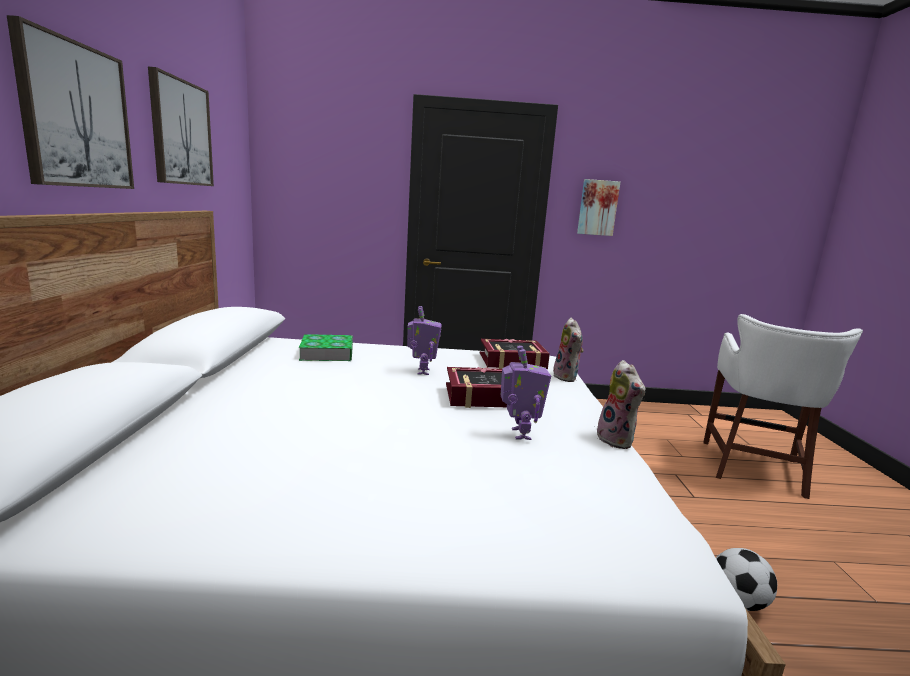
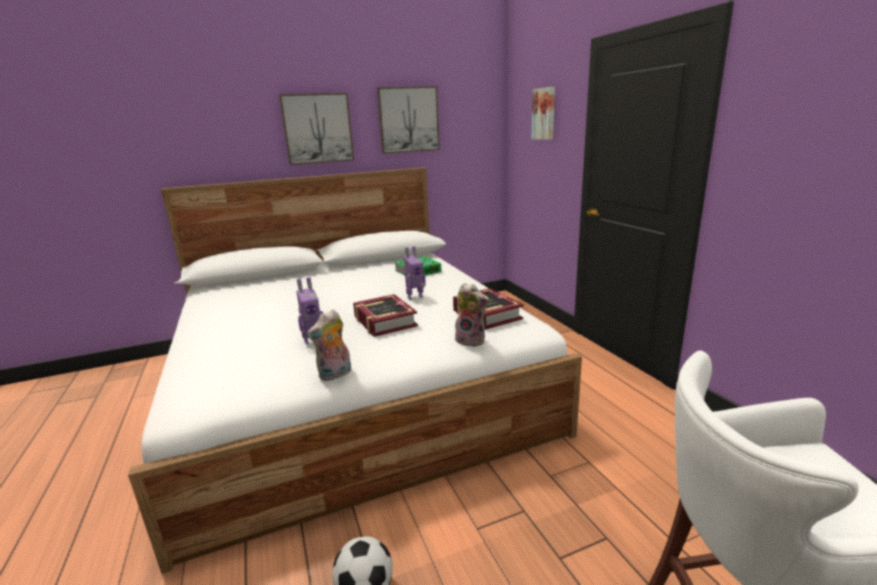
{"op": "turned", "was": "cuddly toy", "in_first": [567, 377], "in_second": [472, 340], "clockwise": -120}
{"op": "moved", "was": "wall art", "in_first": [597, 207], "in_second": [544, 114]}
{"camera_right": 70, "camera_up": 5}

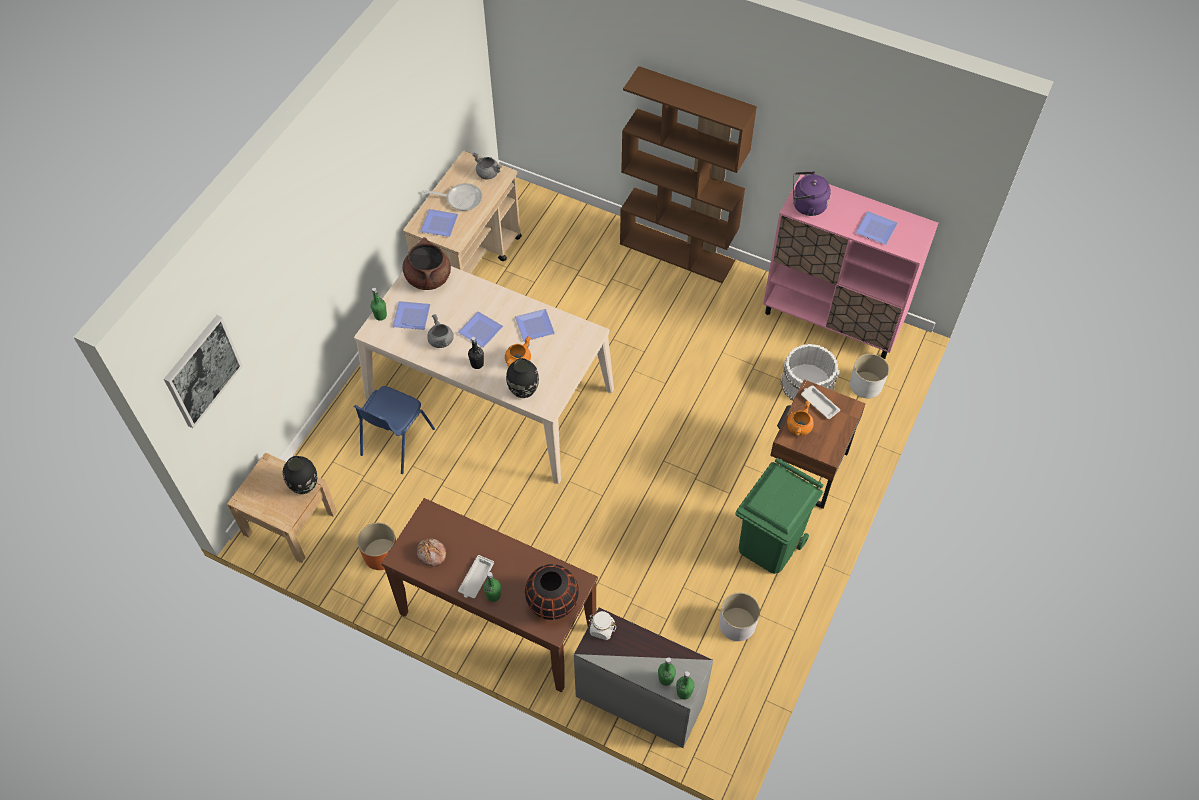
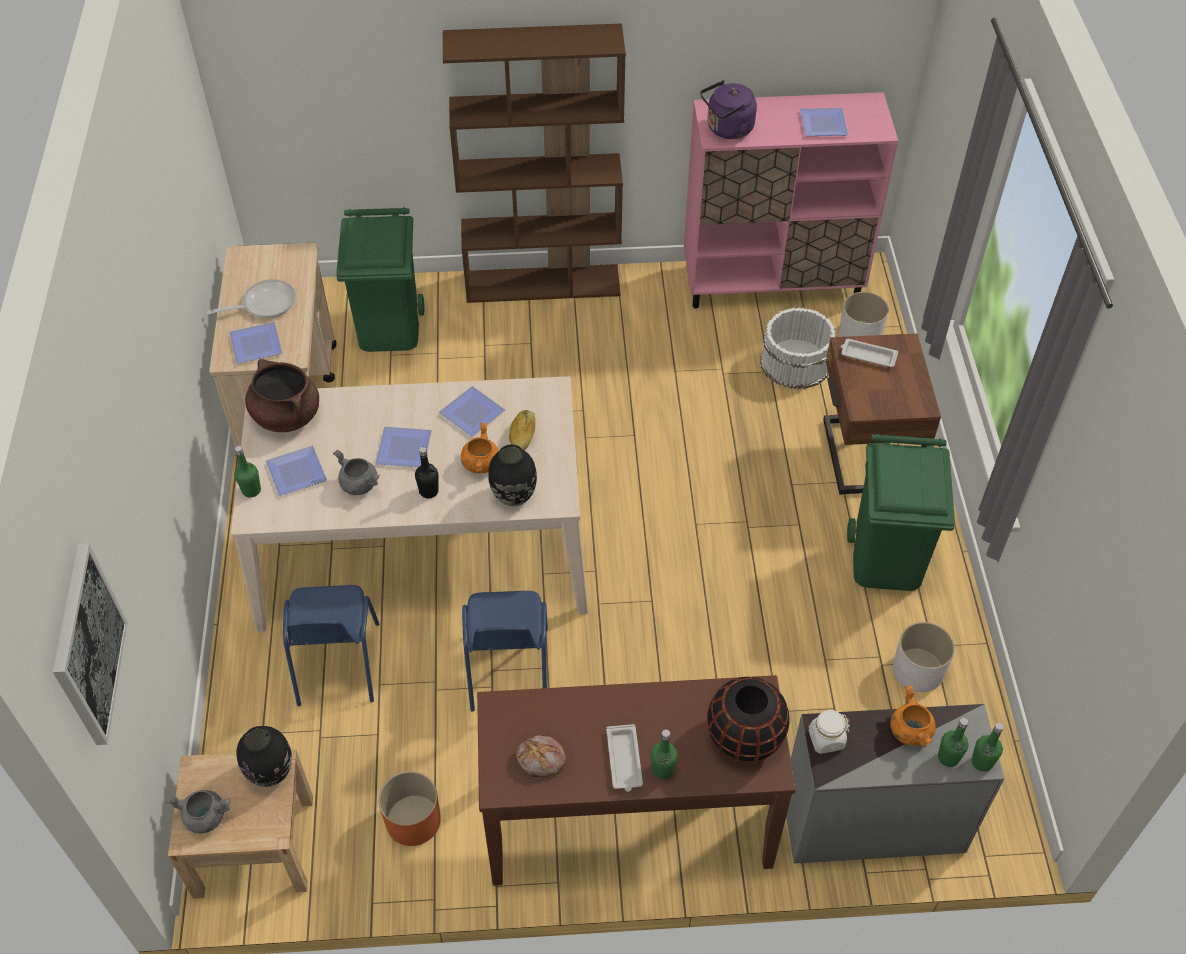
{"op": "moved", "was": "saucepot in gray", "in_first": [487, 174], "in_second": [205, 817]}
{"op": "moved", "was": "saucepot in orange", "in_first": [798, 427], "in_second": [910, 731]}
{"op": "added", "now": "rubbish bin in green", "in_second": [389, 329]}
{"op": "added", "now": "upright chair in blue", "in_second": [507, 670]}
{"op": "added", "now": "bread", "in_second": [523, 435]}
{"camera_right": -30, "camera_up": -5}

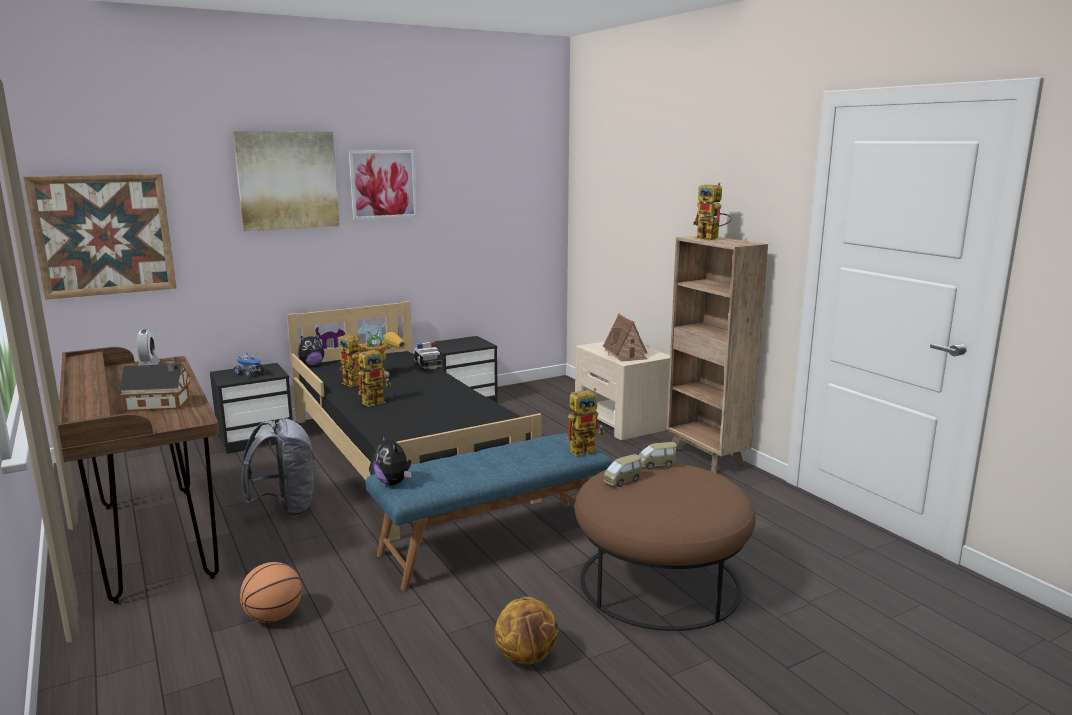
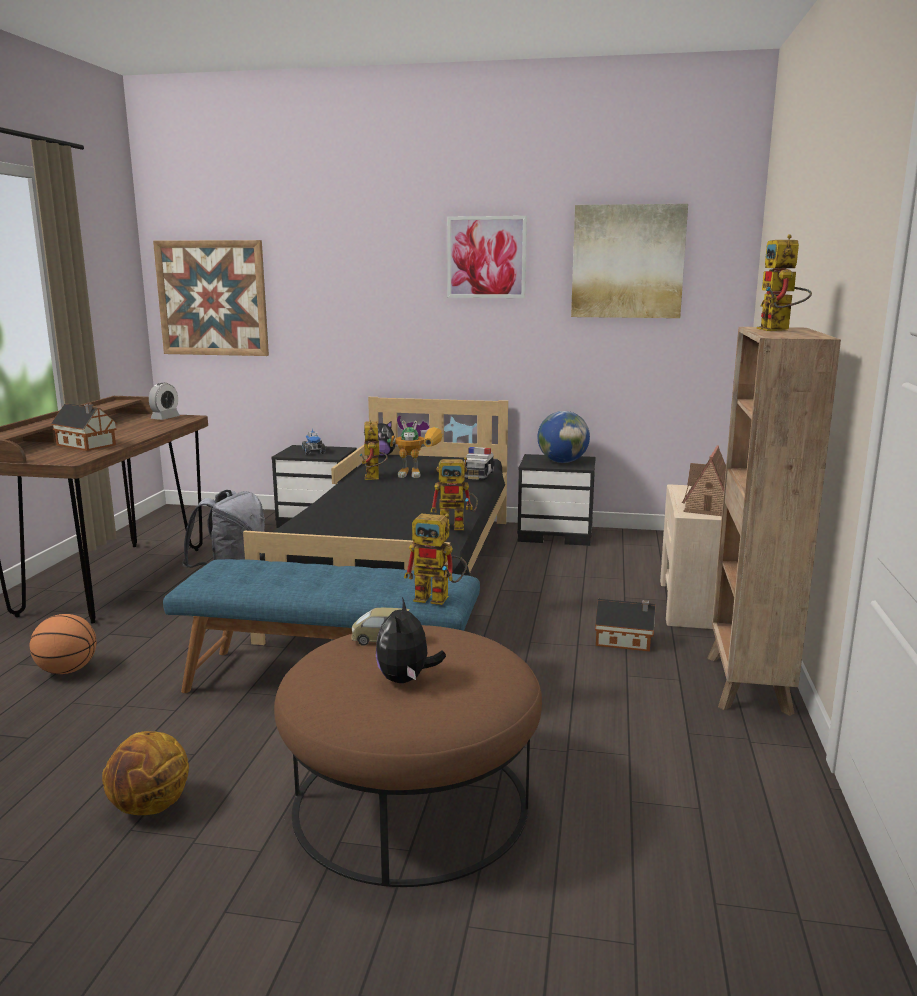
{"op": "moved", "was": "wall art", "in_first": [287, 180], "in_second": [627, 261]}
{"op": "moved", "was": "toy robot", "in_first": [377, 401], "in_second": [458, 526]}
{"op": "moved", "was": "cuddly toy", "in_first": [394, 483], "in_second": [406, 680]}
{"op": "removed", "was": "model car", "in_first": [656, 465]}
{"op": "added", "now": "world globe", "in_second": [562, 462]}
{"op": "added", "now": "model house", "in_second": [626, 641]}
{"camera_right": 40, "camera_up": 0}

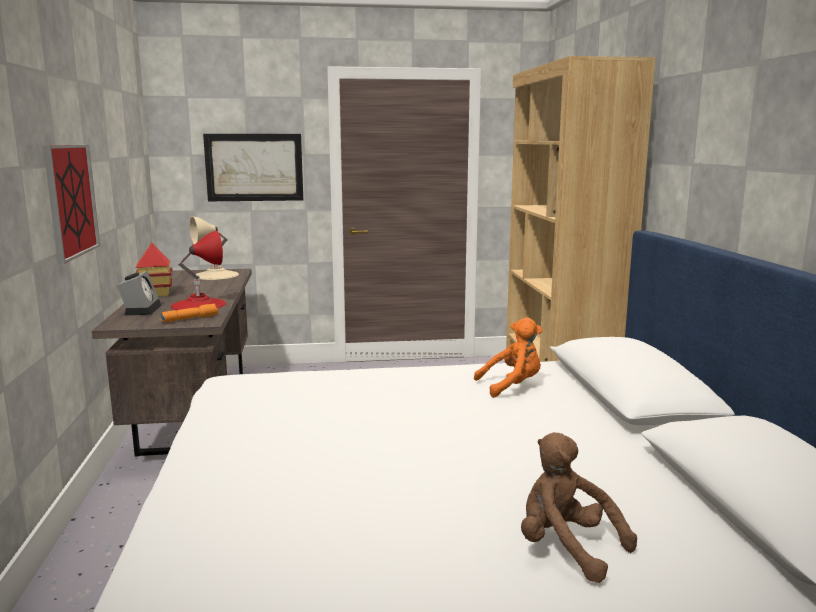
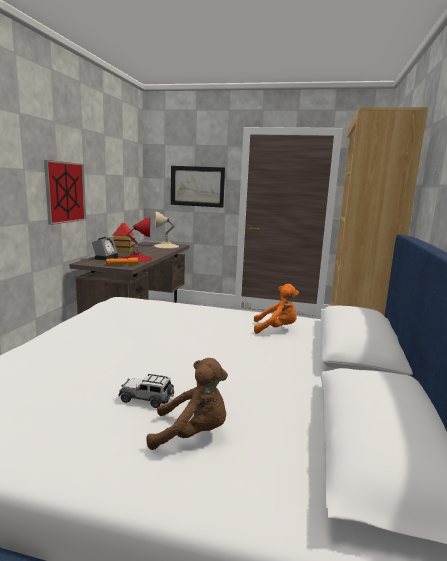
{"op": "turned", "was": "cuddly toy in brown", "in_first": [566, 548], "in_second": [192, 434], "clockwise": 120}
{"op": "added", "now": "model car", "in_second": [147, 399]}
{"camera_right": 20, "camera_up": 0}

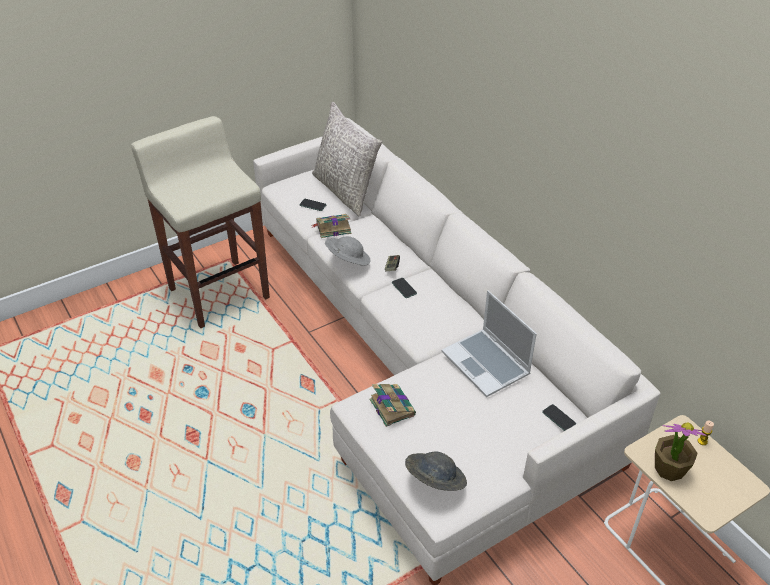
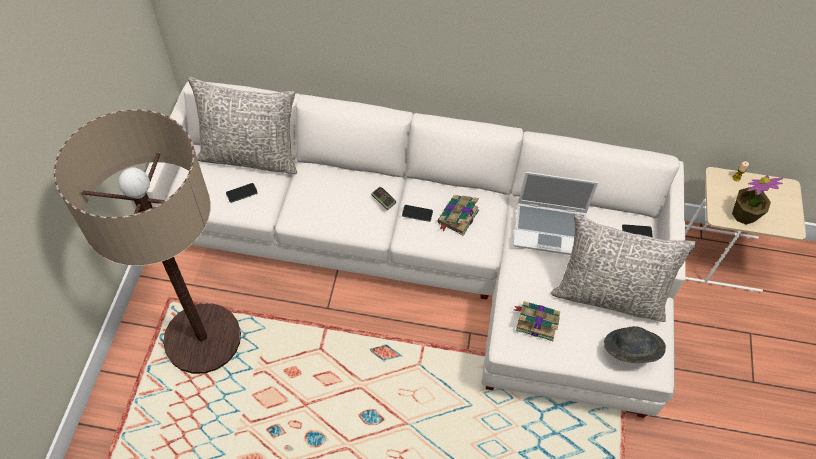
{"op": "replaced", "was": "stool in beige-coloured", "now": "standing lamp", "in_first": [218, 292], "in_second": [203, 339]}
{"op": "moved", "was": "book", "in_first": [332, 228], "in_second": [457, 217]}
{"op": "removed", "was": "clothing hat in gray", "in_first": [347, 260]}
{"op": "added", "now": "cushion in gray", "in_second": [608, 294]}
{"camera_right": -50, "camera_up": 15}

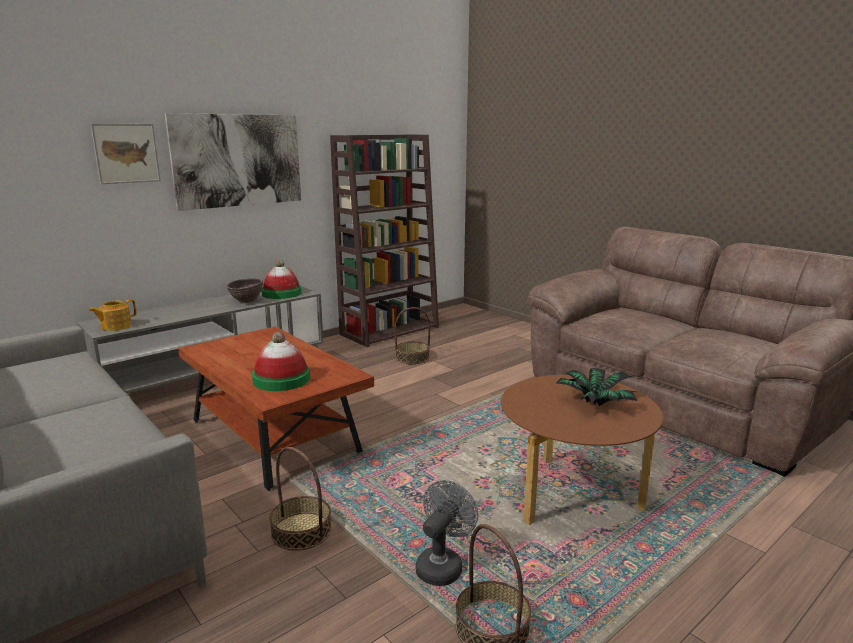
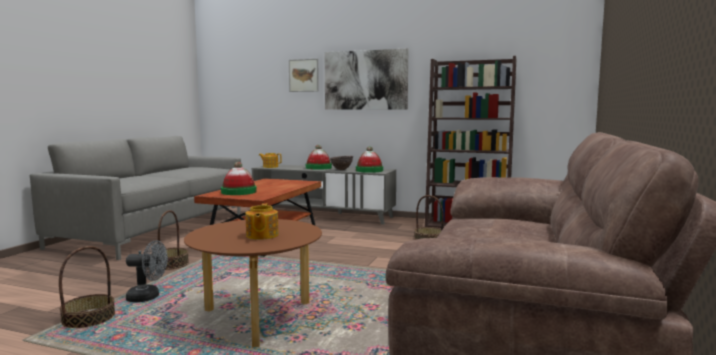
{"op": "replaced", "was": "potted plant", "now": "teapot", "in_first": [594, 403], "in_second": [261, 235]}
{"op": "added", "now": "clothing hat", "in_second": [318, 168]}
{"camera_right": 60, "camera_up": -10}

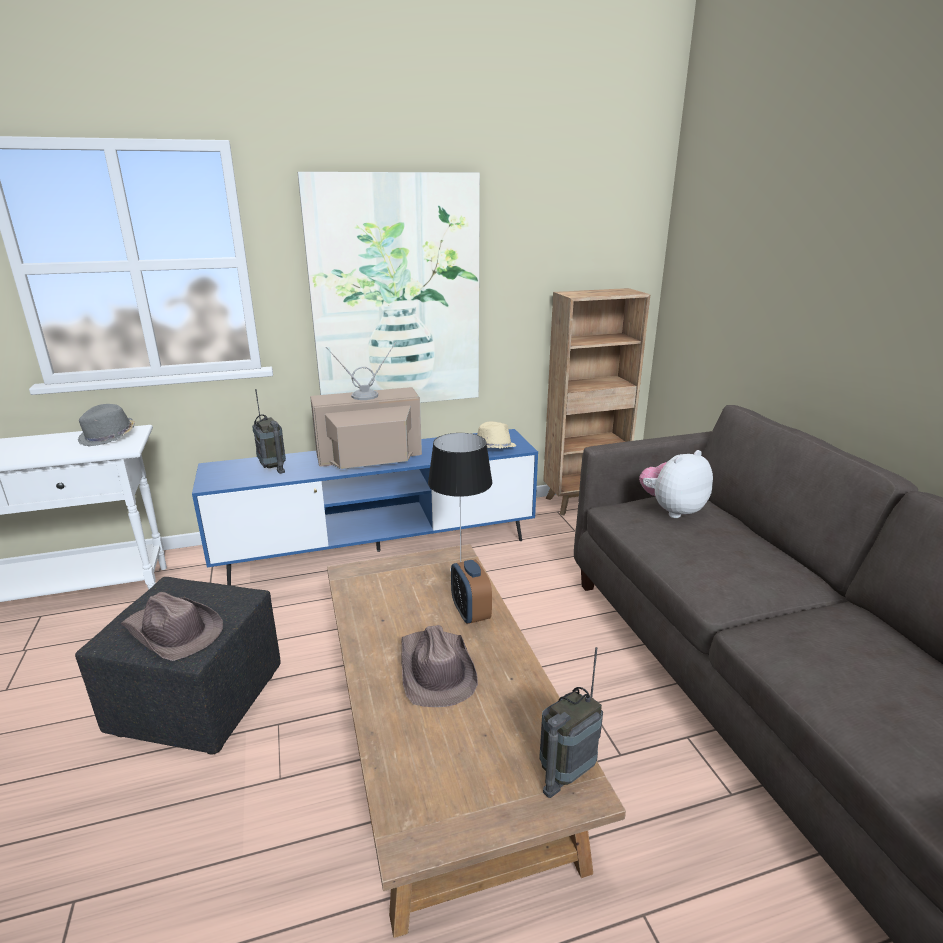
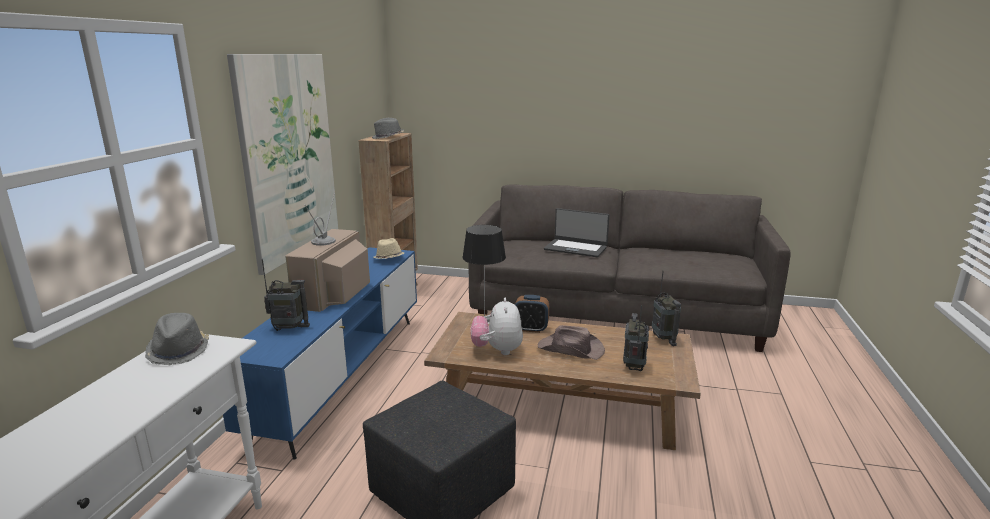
{"op": "removed", "was": "clothing hat in brown", "in_first": [173, 632]}
{"op": "moved", "was": "cuddly toy", "in_first": [672, 510], "in_second": [497, 350]}
{"op": "added", "now": "clothing hat in gray", "in_second": [388, 137]}
{"op": "added", "now": "notebook computer", "in_second": [575, 248]}
{"op": "added", "now": "radio set", "in_second": [634, 367]}
{"camera_right": -60, "camera_up": -5}

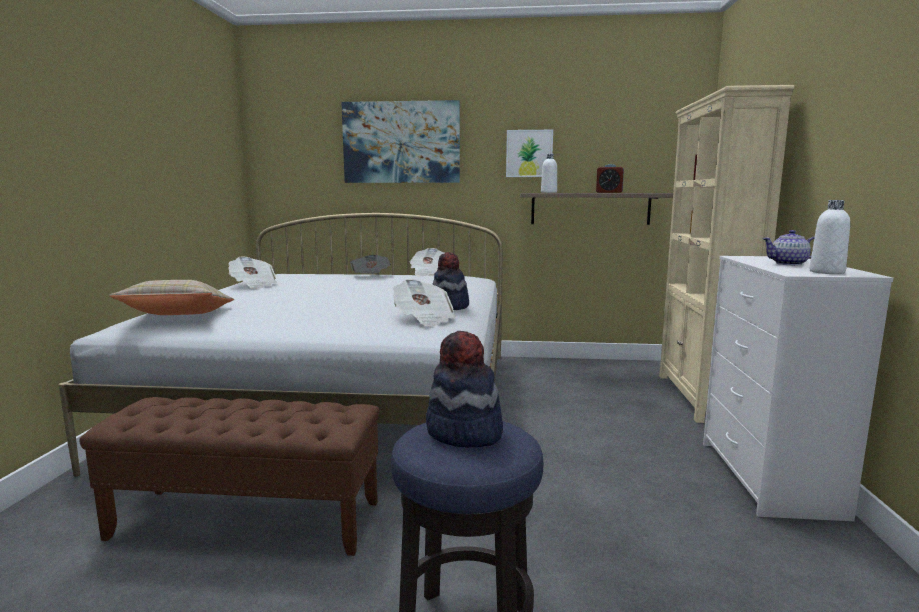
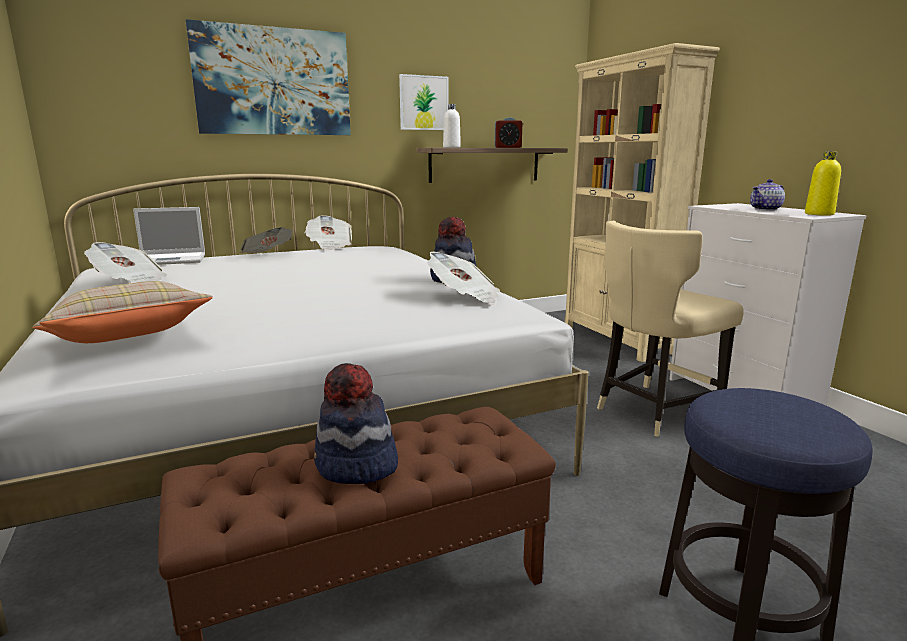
{"op": "moved", "was": "clothing hat", "in_first": [464, 433], "in_second": [356, 466]}
{"op": "recoloured", "was": "bottle in whitish", "now": "bottle in yellowish", "in_first": [827, 272], "in_second": [819, 214]}
{"op": "added", "now": "notebook computer", "in_second": [172, 259]}
{"op": "added", "now": "upright chair in beige-coloured", "in_second": [653, 411]}
{"camera_right": -30, "camera_up": 5}

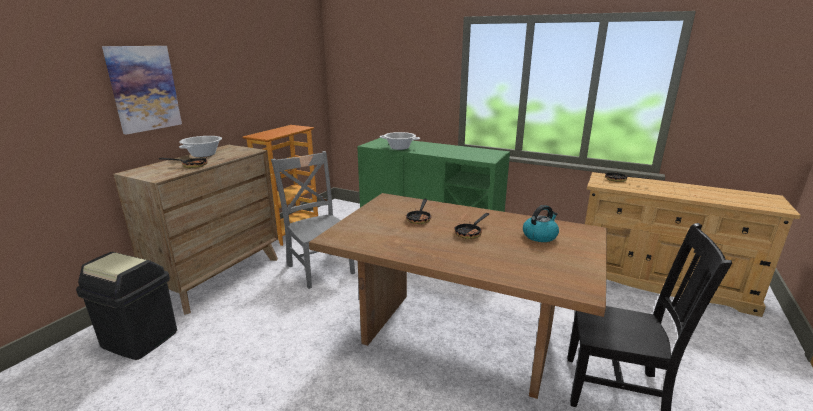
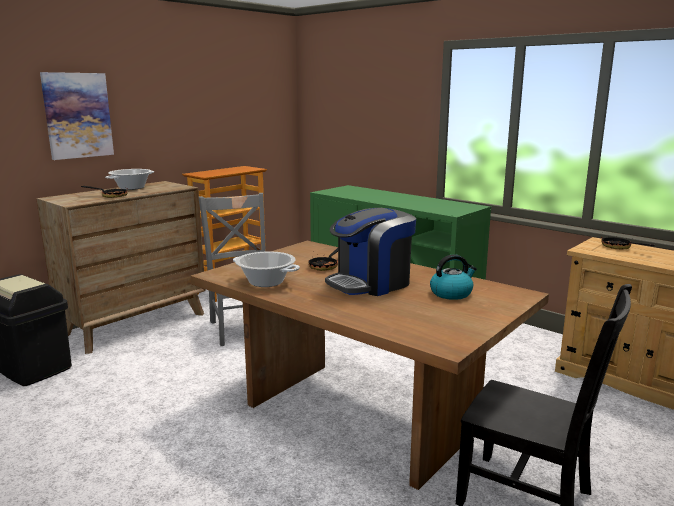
{"op": "moved", "was": "saucepot", "in_first": [399, 148], "in_second": [266, 282]}
{"op": "replaced", "was": "frying pan", "now": "coffee machine", "in_first": [470, 233], "in_second": [371, 283]}
{"camera_right": 15, "camera_up": -5}

